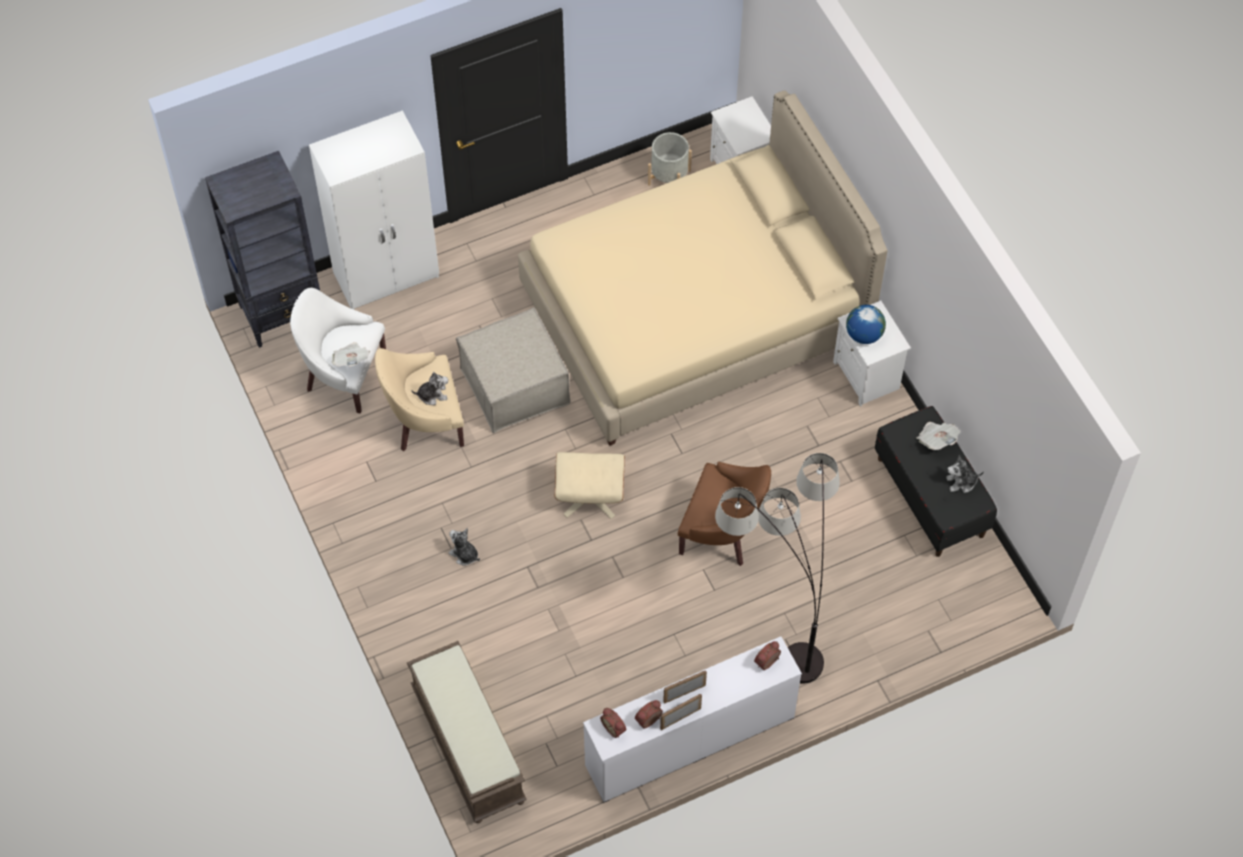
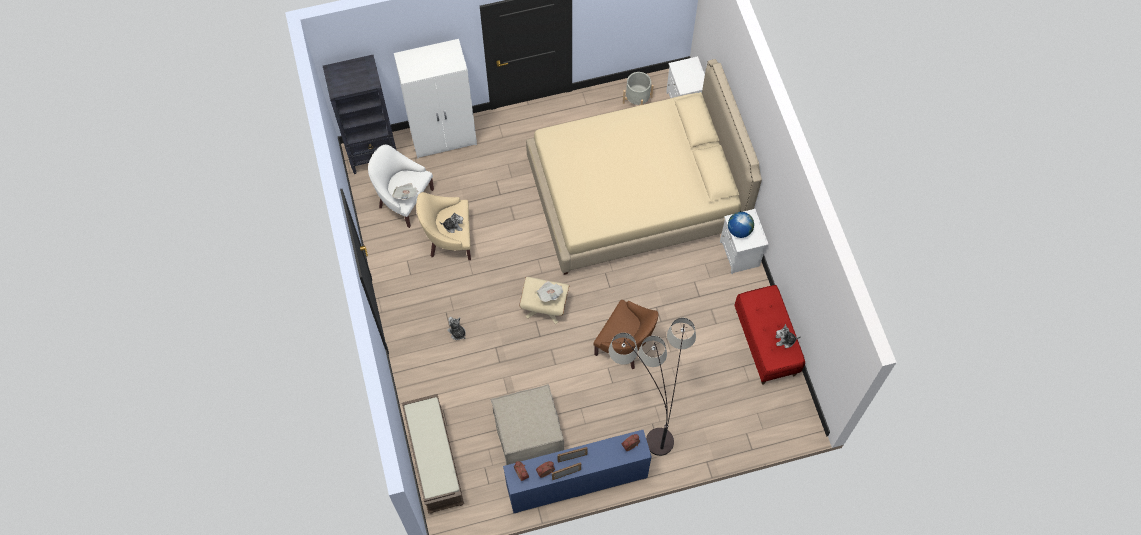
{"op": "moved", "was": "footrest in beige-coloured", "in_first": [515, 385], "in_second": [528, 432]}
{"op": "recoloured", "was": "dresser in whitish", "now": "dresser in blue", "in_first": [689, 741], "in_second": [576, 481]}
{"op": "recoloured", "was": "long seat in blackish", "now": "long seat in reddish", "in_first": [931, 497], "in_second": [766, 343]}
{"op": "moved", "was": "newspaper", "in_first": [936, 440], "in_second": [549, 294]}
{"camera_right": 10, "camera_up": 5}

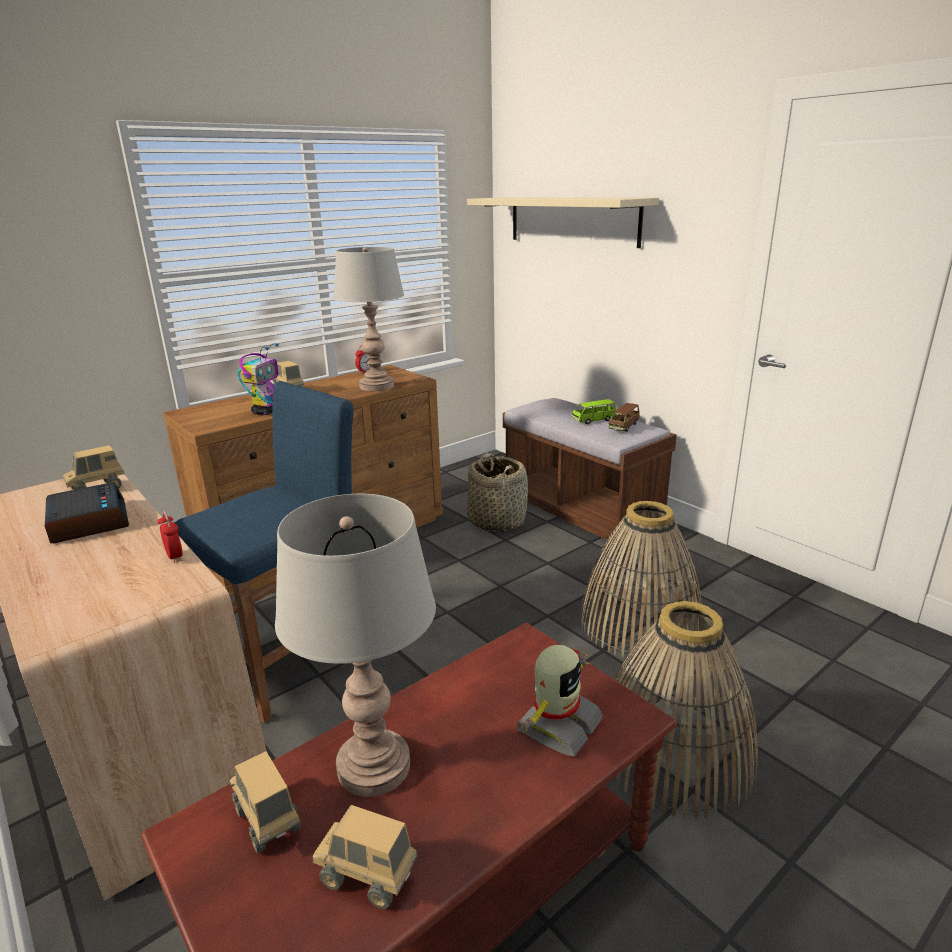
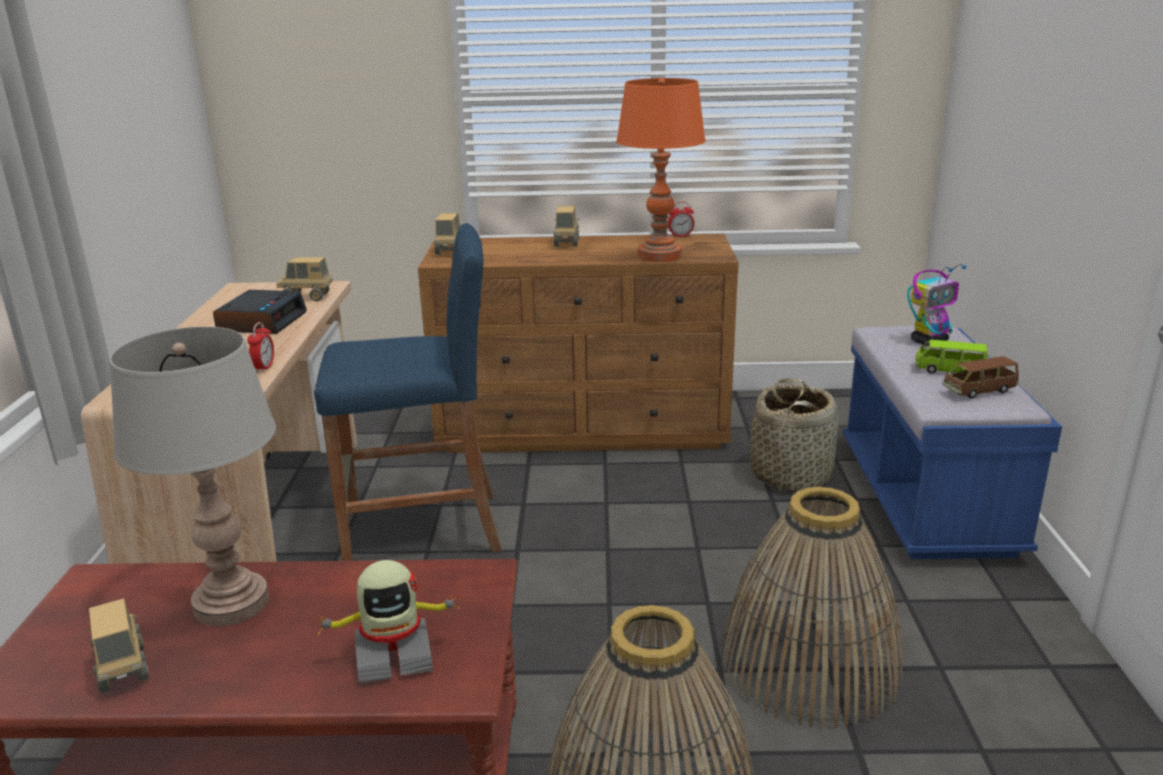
{"op": "moved", "was": "toy truck", "in_first": [268, 821], "in_second": [450, 251]}
{"op": "moved", "was": "toy robot", "in_first": [267, 411], "in_second": [929, 341]}
{"op": "recoloured", "was": "tabletop lamp in gray", "now": "tabletop lamp in orange", "in_first": [376, 386], "in_second": [659, 255]}
{"op": "removed", "was": "bracket shelf in beige-coloured", "in_first": [572, 220]}
{"op": "recoloured", "was": "long seat in brown", "now": "long seat in blue", "in_first": [581, 508], "in_second": [926, 500]}
{"camera_right": 40, "camera_up": 0}

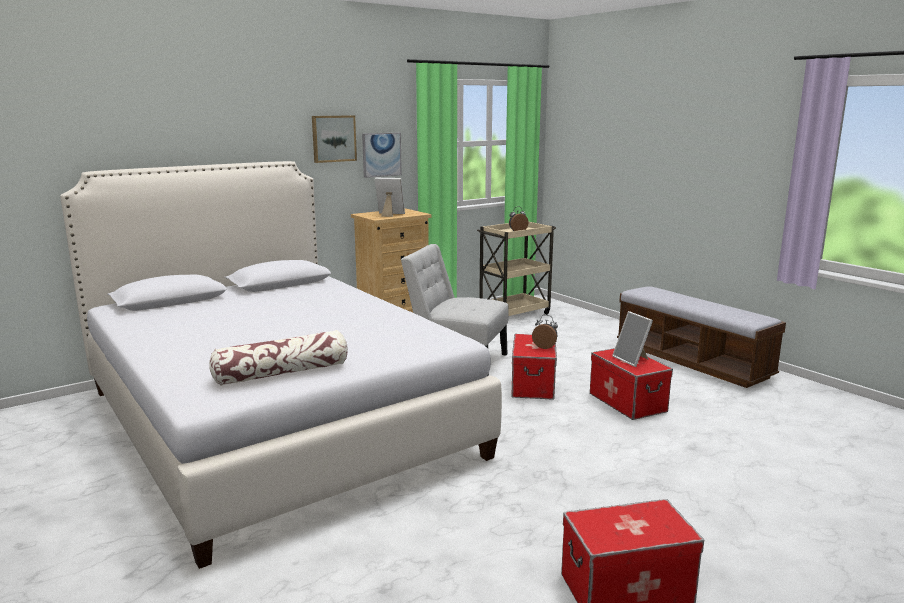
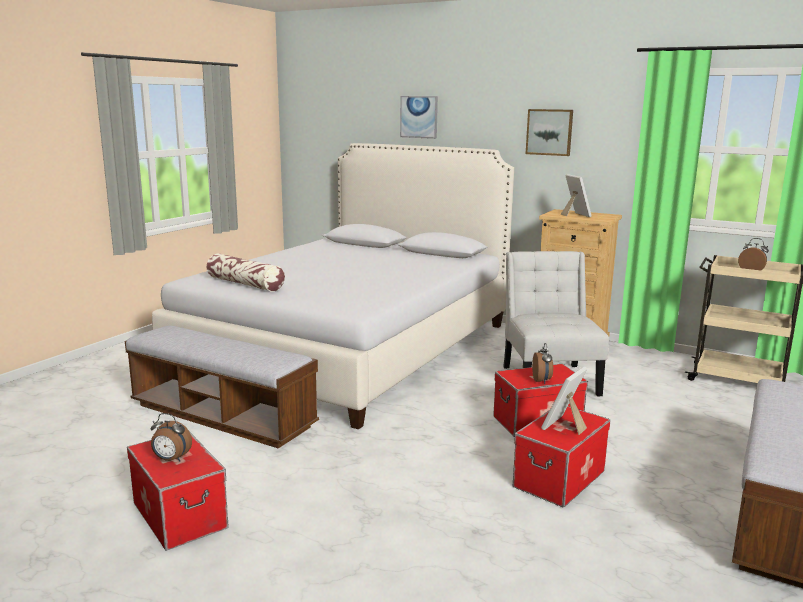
{"op": "moved", "was": "wall art", "in_first": [381, 154], "in_second": [419, 117]}
{"op": "added", "now": "long seat", "in_second": [222, 416]}
{"op": "added", "now": "alarm clock", "in_second": [171, 459]}
{"camera_right": 65, "camera_up": 0}

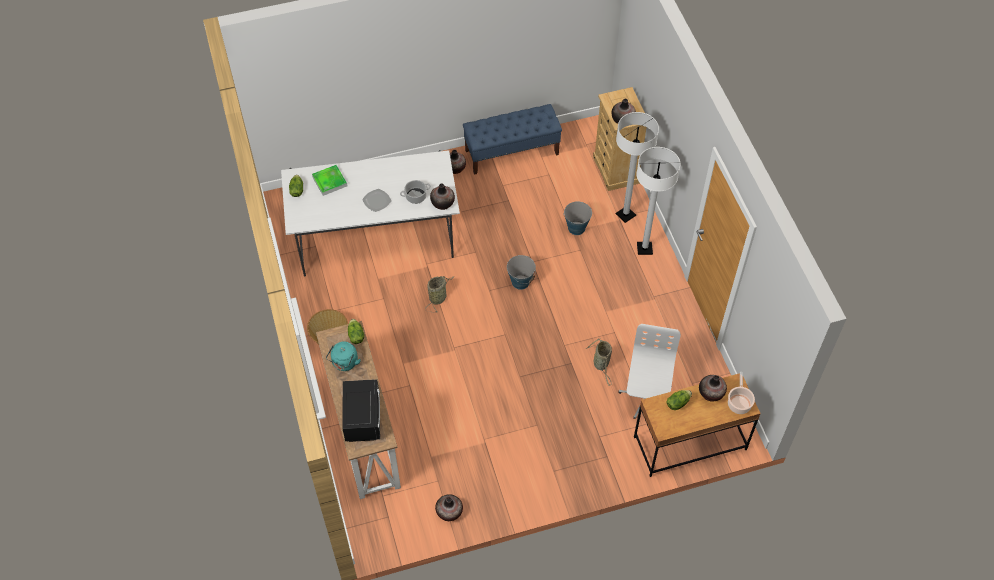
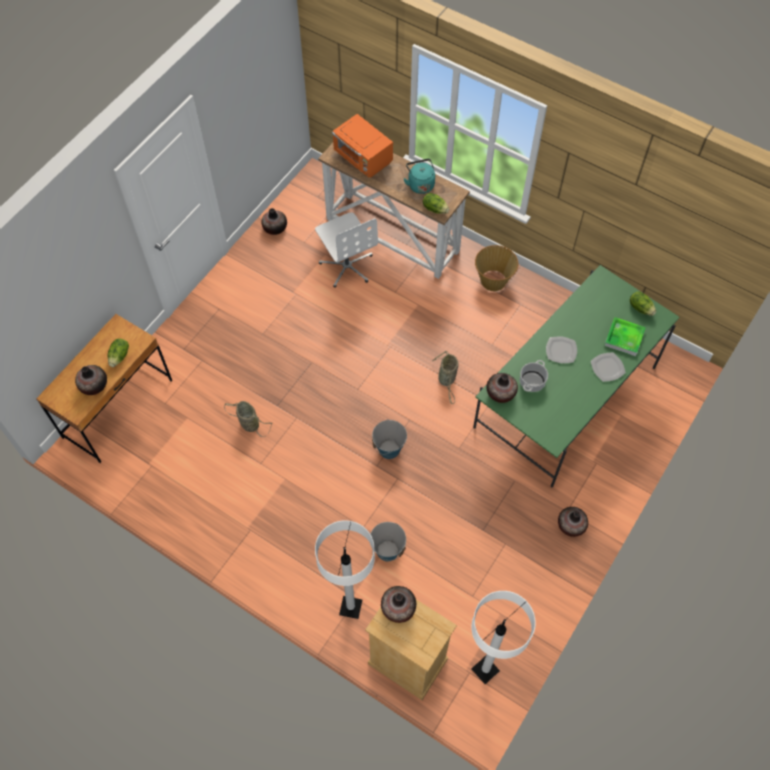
{"op": "recoloured", "was": "kitchen table in whitish", "now": "kitchen table in green", "in_first": [375, 233], "in_second": [565, 397]}
{"op": "recoloured", "was": "microwave oven in blackish", "now": "microwave oven in orange", "in_first": [363, 418], "in_second": [363, 159]}
{"op": "removed", "was": "long seat in blue", "in_first": [512, 152]}
{"op": "moved", "was": "desk chair in whitish", "in_first": [645, 397], "in_second": [347, 266]}
{"op": "moved", "was": "standing lamp in whitish", "in_first": [644, 248], "in_second": [485, 670]}
{"op": "removed", "was": "saucepot", "in_first": [739, 403]}
{"op": "added", "now": "plate", "in_second": [607, 368]}
{"camera_right": 140, "camera_up": 5}

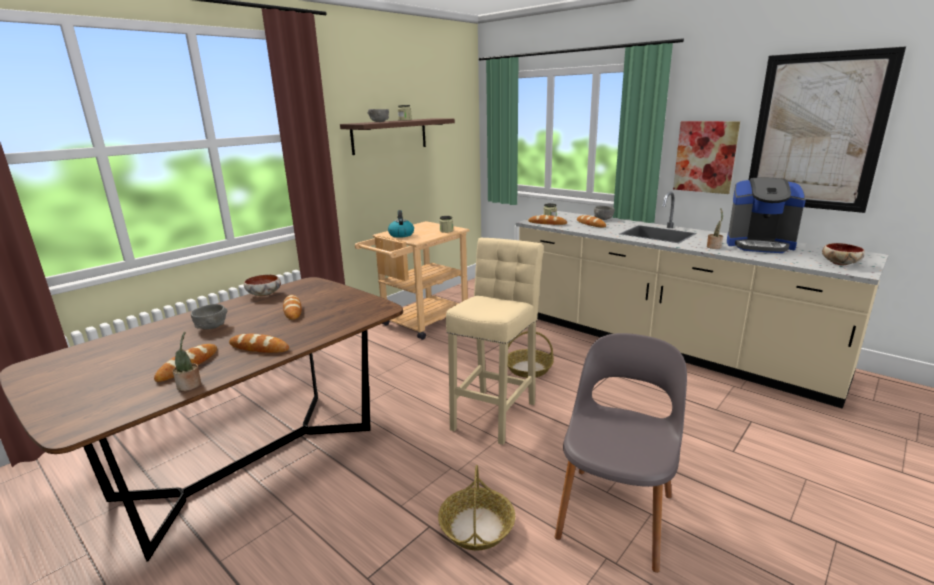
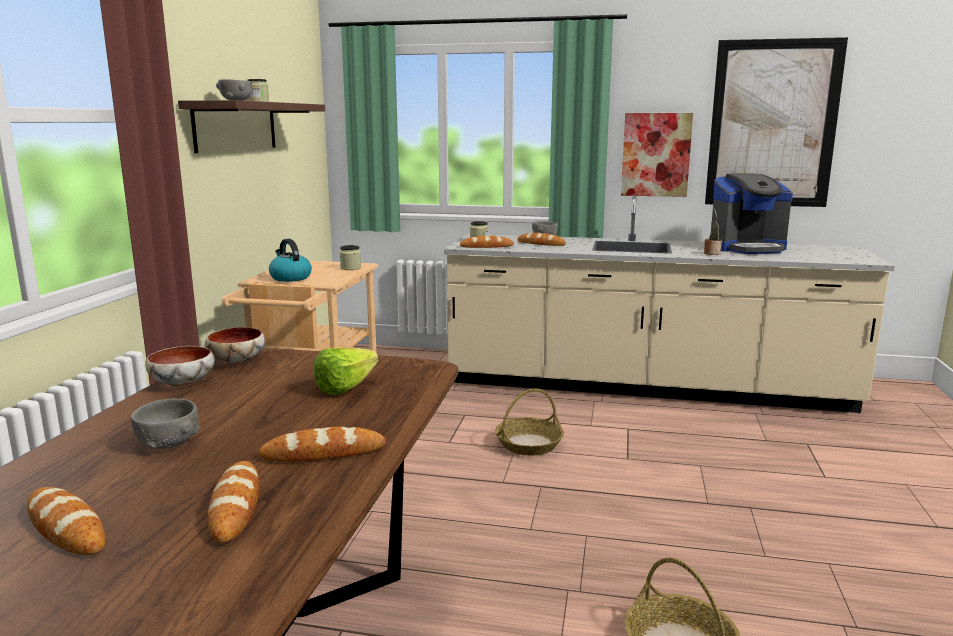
{"op": "removed", "was": "potted plant", "in_first": [190, 385]}
{"op": "moved", "was": "bread", "in_first": [292, 310], "in_second": [66, 527]}
{"op": "removed", "was": "stool in beige-coloured", "in_first": [495, 412]}
{"op": "removed", "was": "upright chair in gray", "in_first": [616, 513]}
{"op": "moved", "was": "serving bowl", "in_first": [839, 263], "in_second": [236, 361]}
{"op": "added", "now": "head of lettuce", "in_second": [351, 387]}
{"camera_right": -30, "camera_up": -5}

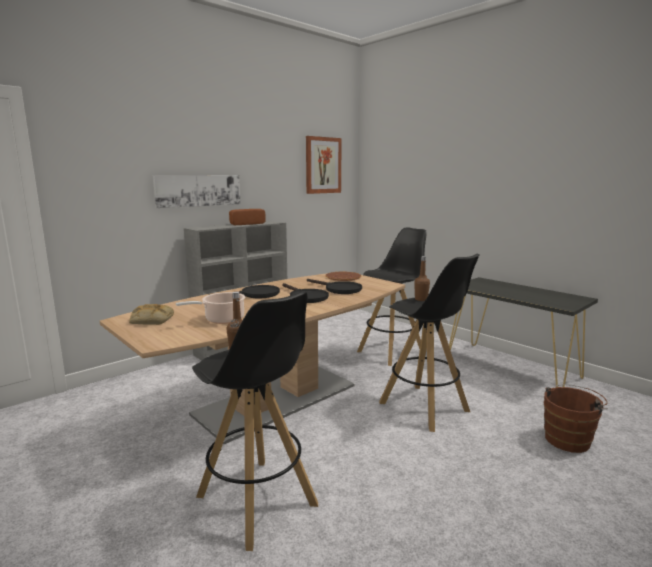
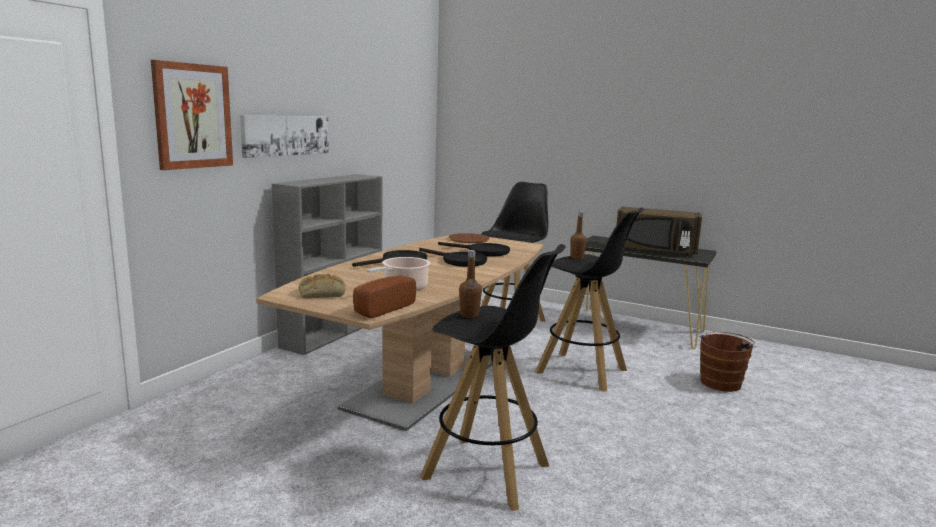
{"op": "moved", "was": "bread", "in_first": [246, 224], "in_second": [381, 308]}
{"op": "moved", "was": "wall art", "in_first": [323, 165], "in_second": [193, 116]}
{"op": "added", "now": "microwave oven in brown", "in_second": [655, 250]}
{"camera_right": -20, "camera_up": 0}

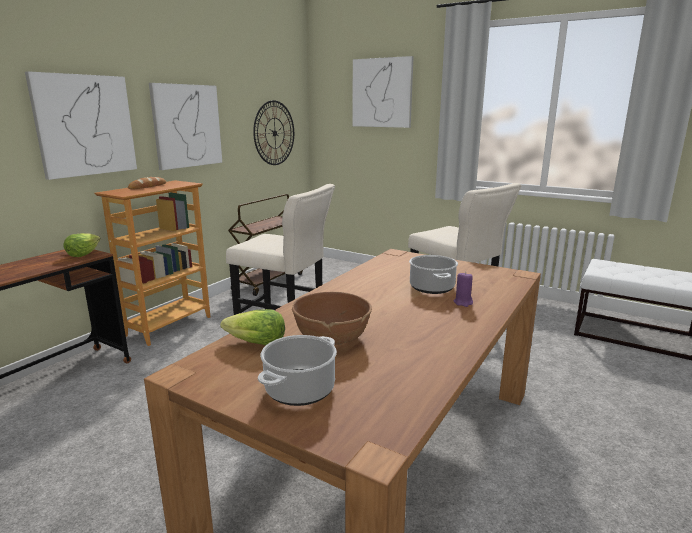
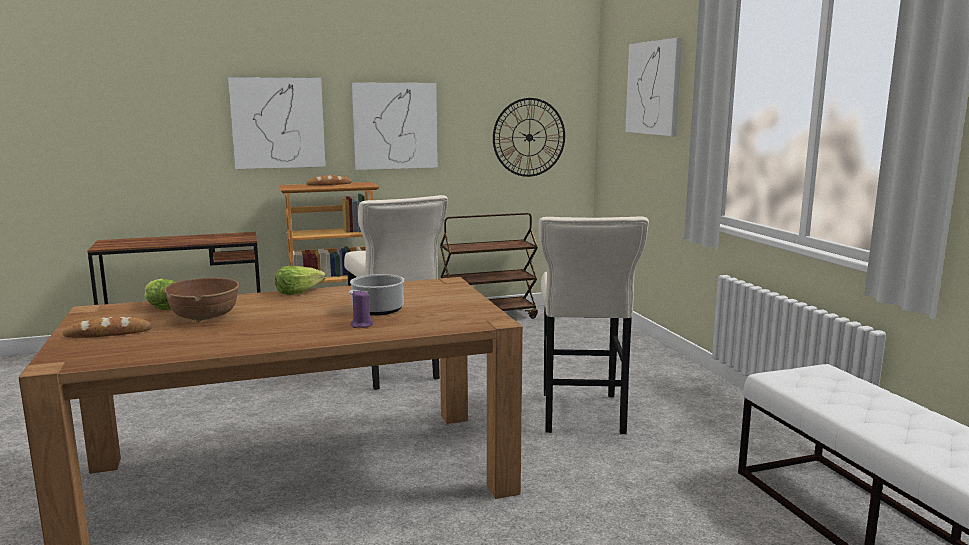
{"op": "moved", "was": "head of lettuce", "in_first": [83, 254], "in_second": [298, 292]}
{"op": "replaced", "was": "saucepot", "now": "bread", "in_first": [299, 390], "in_second": [108, 333]}
{"camera_right": 40, "camera_up": -5}

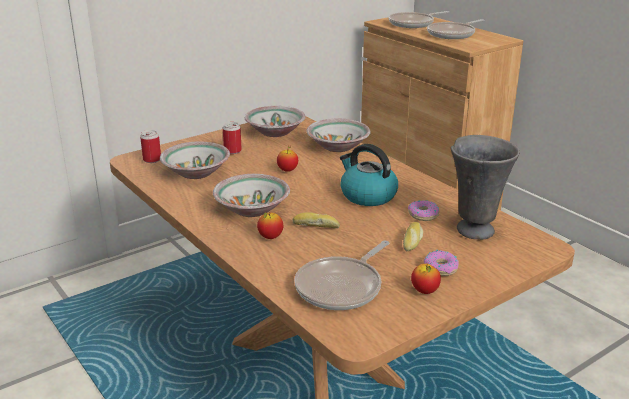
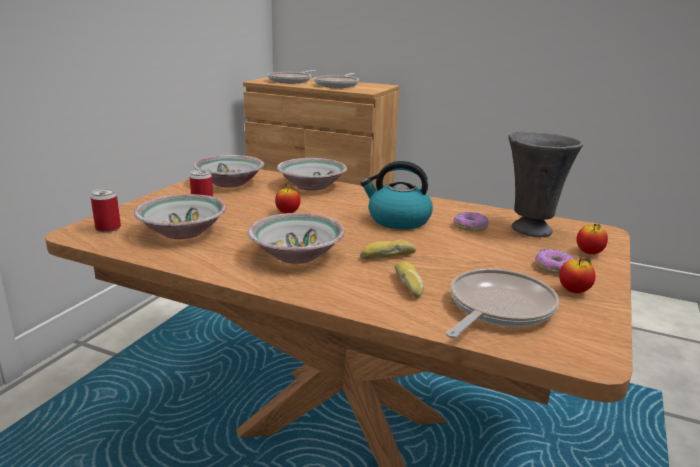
{"op": "moved", "was": "whole apple", "in_first": [270, 237], "in_second": [589, 253]}
{"op": "turned", "was": "frying pan", "in_first": [342, 287], "in_second": [497, 308], "clockwise": -150}
{"op": "moved", "was": "bread", "in_first": [413, 241], "in_second": [409, 285]}
{"camera_right": -30, "camera_up": -5}

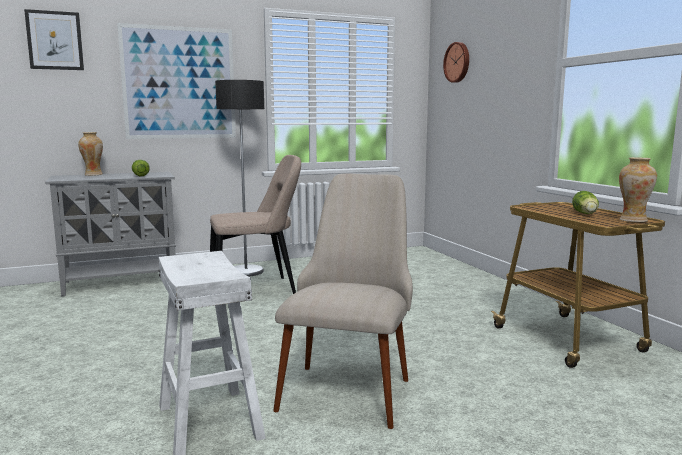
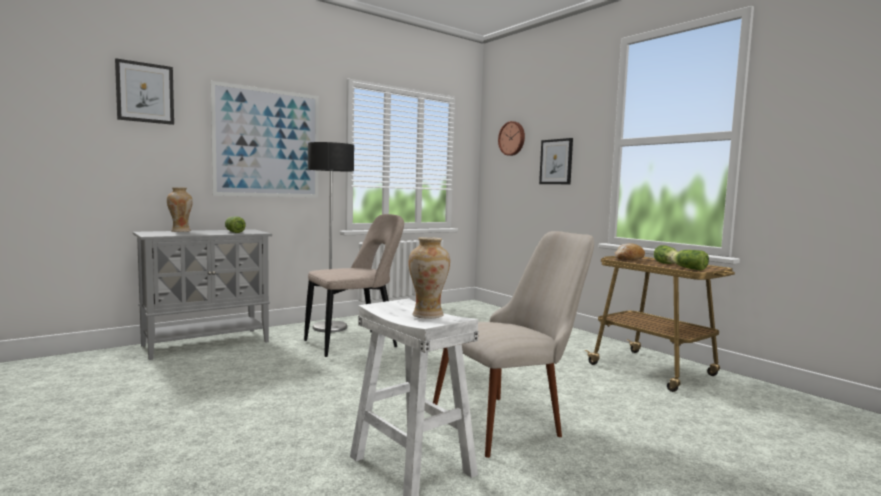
{"op": "turned", "was": "upright chair in beige-coloured", "in_first": [350, 383], "in_second": [511, 419], "clockwise": 60}
{"op": "moved", "was": "vase", "in_first": [633, 220], "in_second": [427, 315]}
{"op": "added", "now": "wall art", "in_second": [556, 161]}
{"op": "added", "now": "bread", "in_second": [628, 258]}
{"op": "added", "now": "head of lettuce", "in_second": [688, 268]}
{"camera_right": -15, "camera_up": -5}

